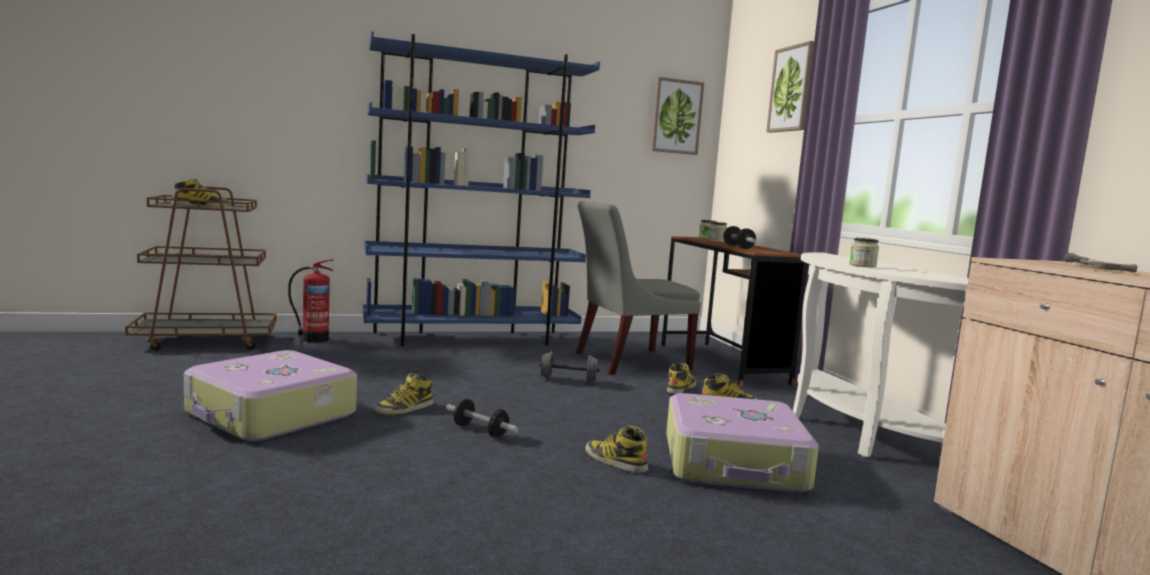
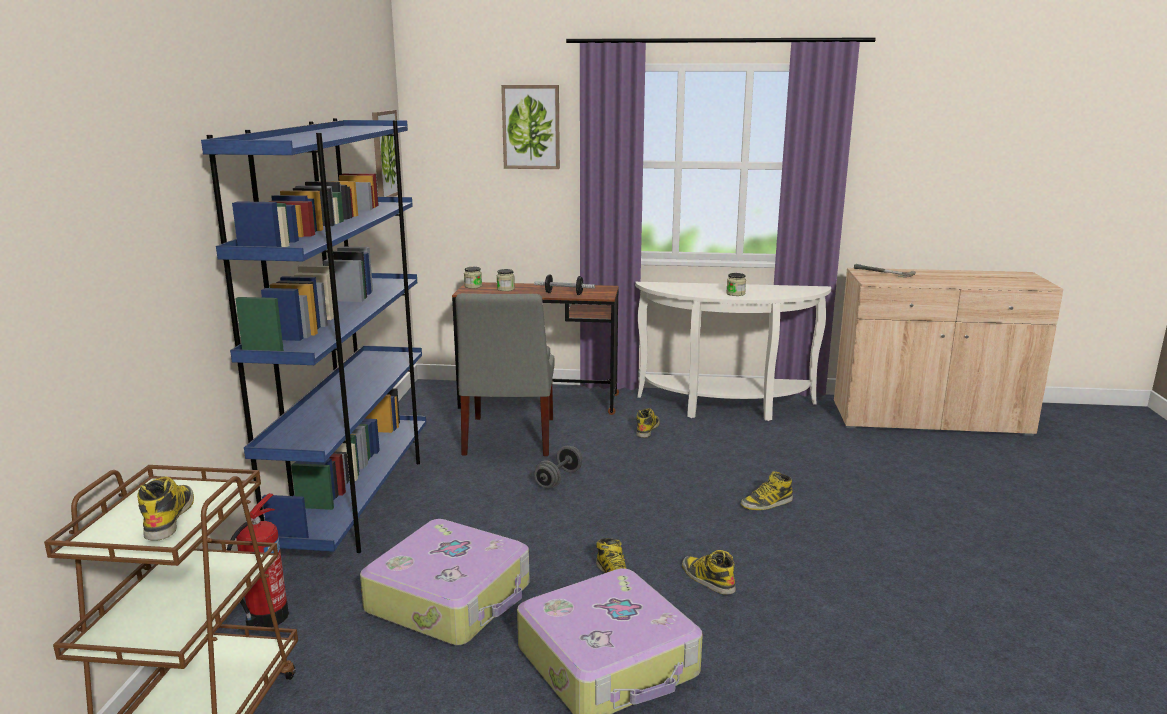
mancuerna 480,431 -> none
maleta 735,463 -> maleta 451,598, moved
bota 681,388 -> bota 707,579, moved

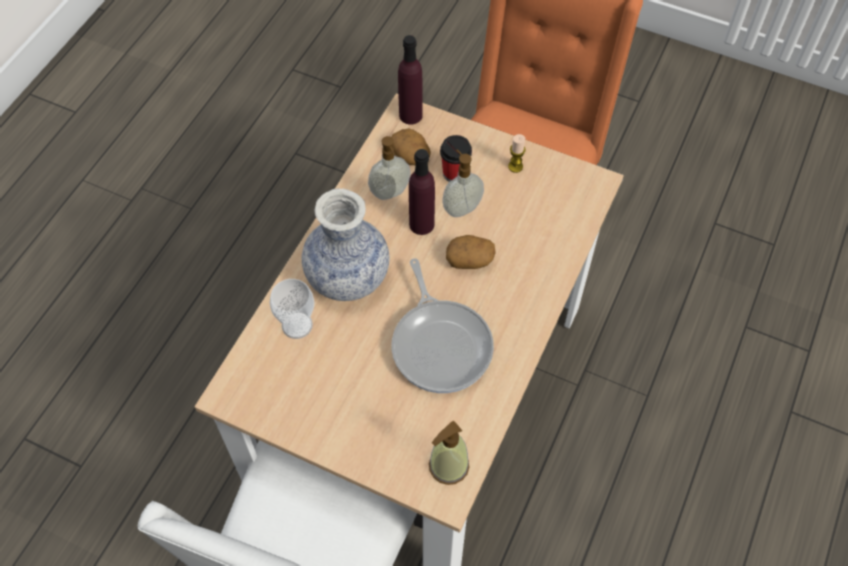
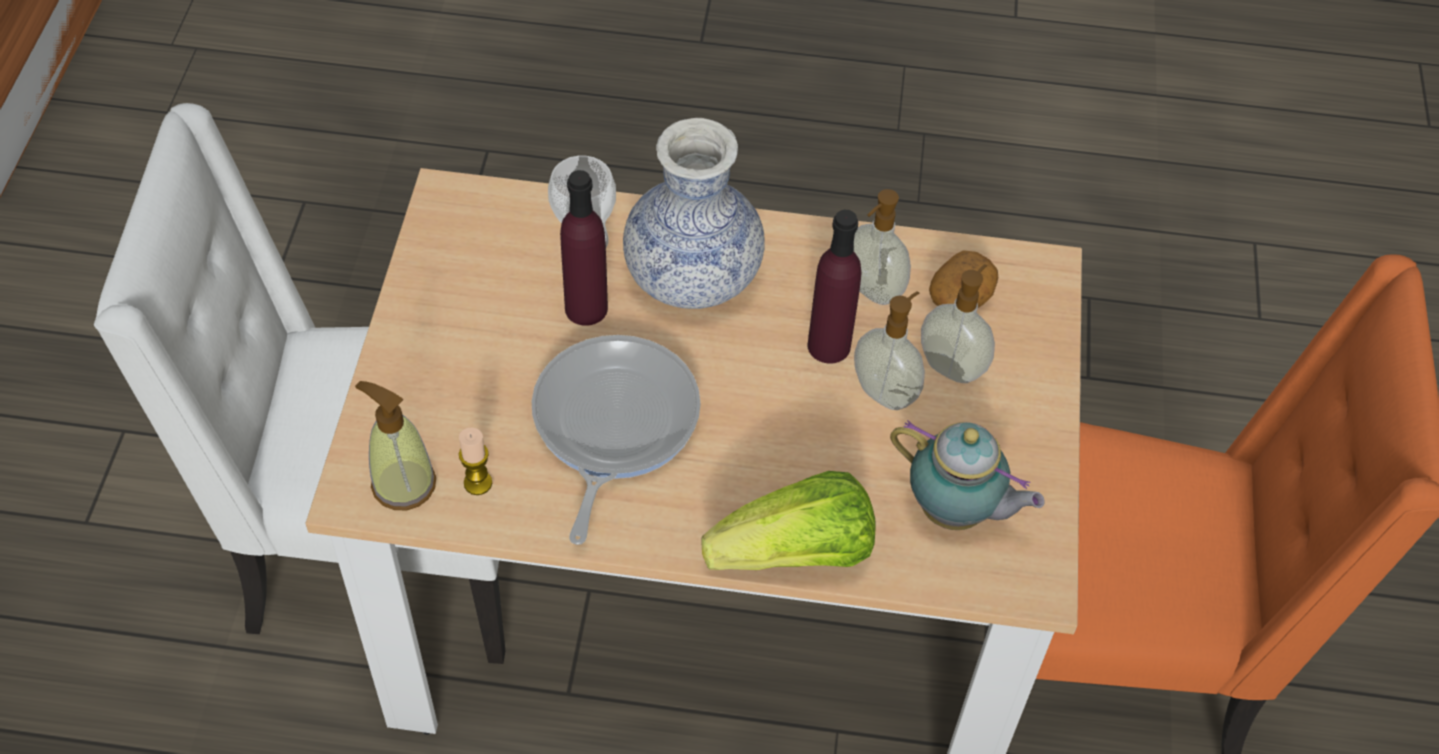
patata 470,259 -> none
none -> lechuga 796,555
none -> tetera 955,513
botella/morado 410,115 -> botella/morado 586,308, moved
vela 515,166 -> vela 478,483, moved
taza 455,173 -> dispensador de jabón 952,366
sartén 441,344 -> sartén 612,425, 135 degrees clockwise

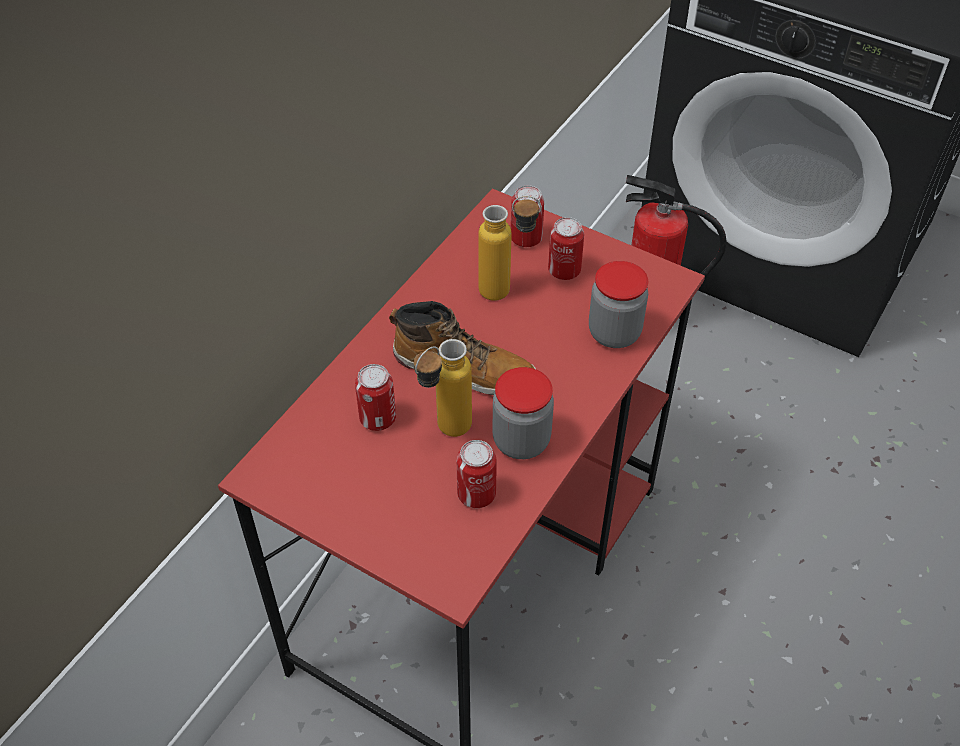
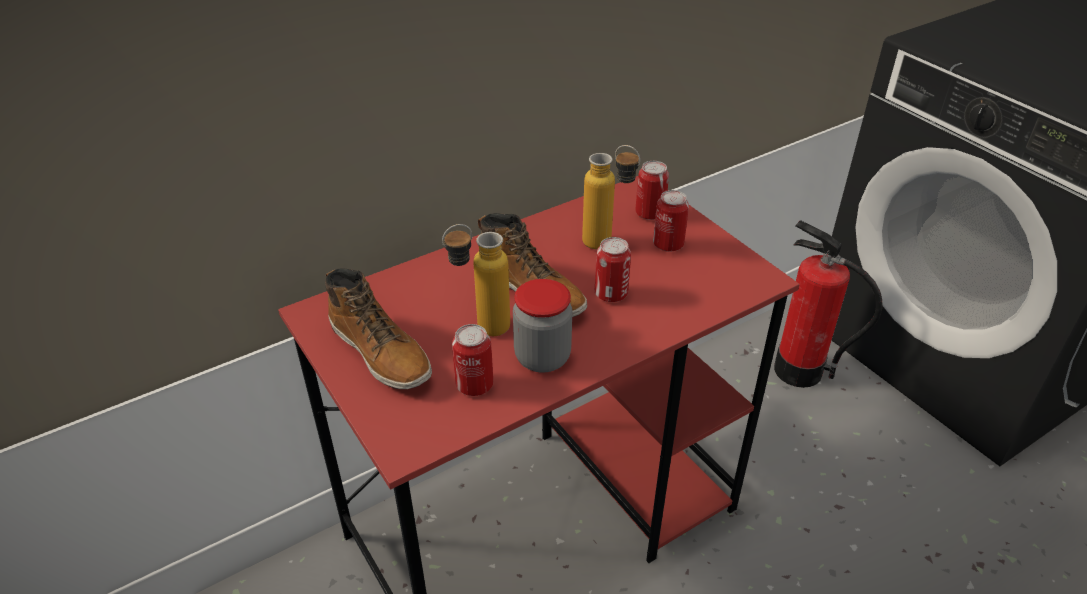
tarro 614,333 -> none
none -> bota 381,352
lata 377,418 -> lata 611,294, moved

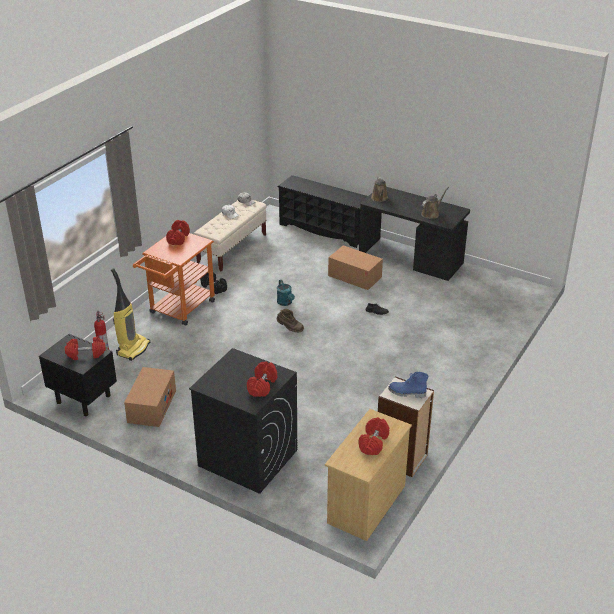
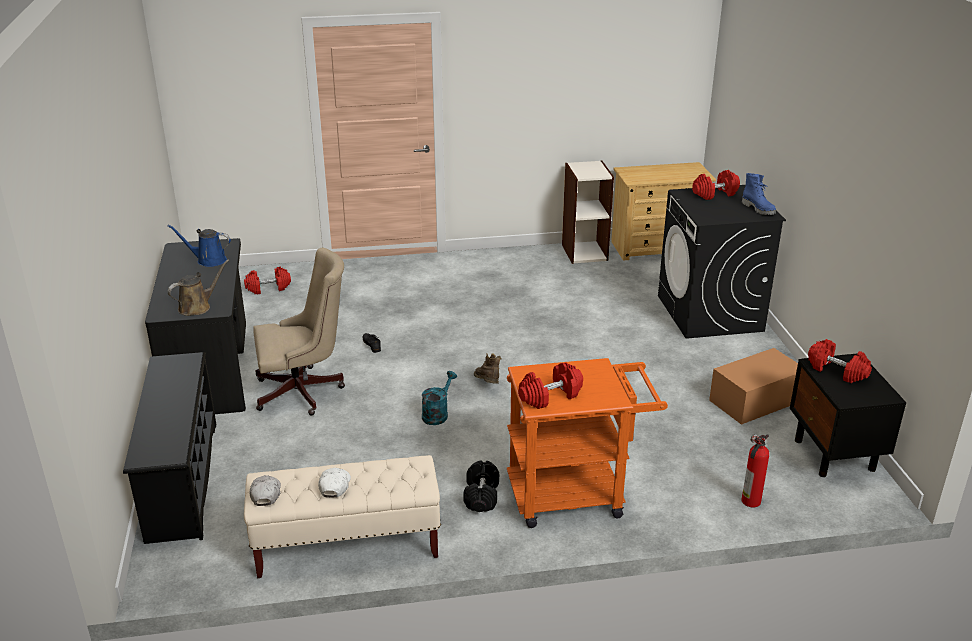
aspiradora 133,348 -> none
mancuerna/rojo 373,442 -> mancuerna/rojo 268,288, moved
bota/azul 407,393 -> bota/azul 758,209, moved
caja de cartón 354,276 -> silla de oficina/beis 304,392
regadera/marrón 431,214 -> regadera/azul 208,260

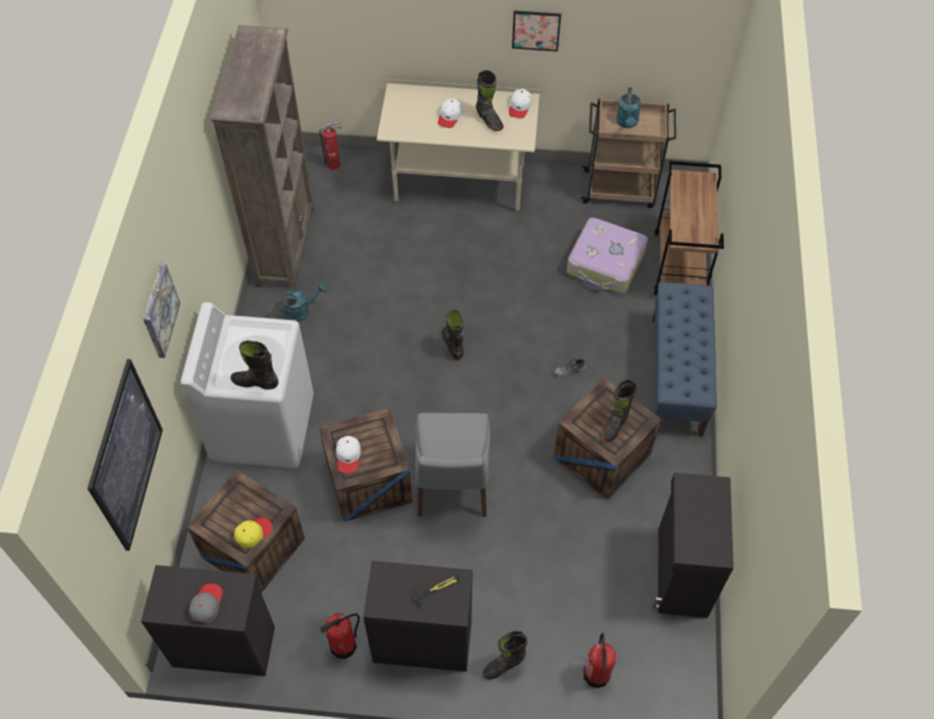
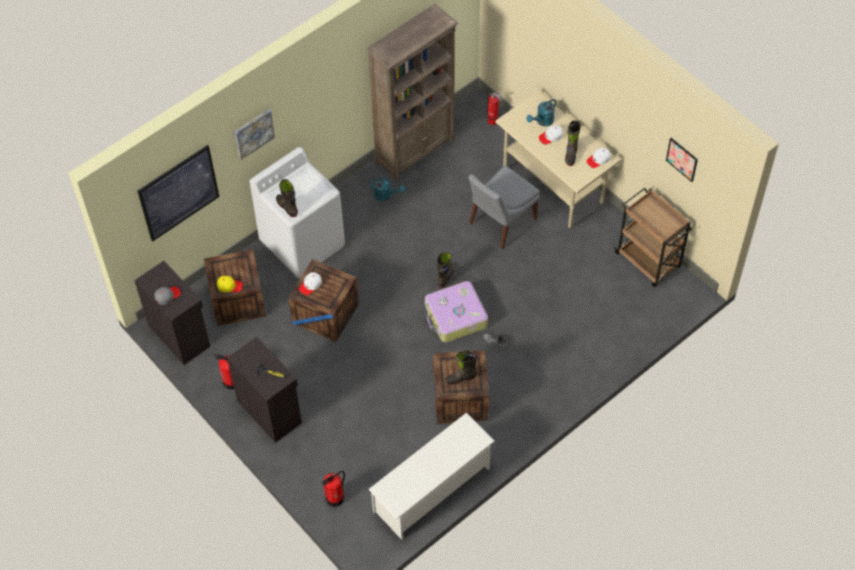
bota/negro 504,665 -> none
banco/azul 676,376 -> none
carrito/marrón 679,266 -> none
silla/gris 452,485 -> silla/gris 500,222, moved
cuadro 536,30 -> cuadro 682,159, moved
maleta 606,263 -> maleta 455,317, moved
regadera/turquesa 627,123 -> regadera/turquesa 542,121, moved
armario/negro 680,572 -> zapatero/blanco 432,490

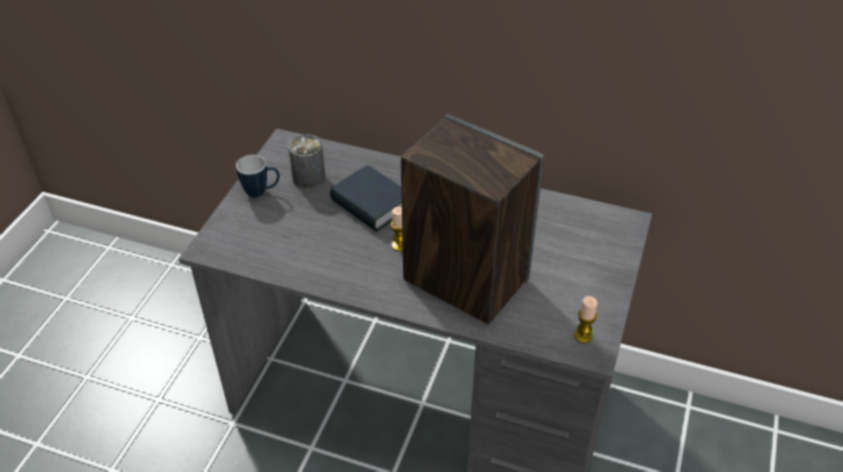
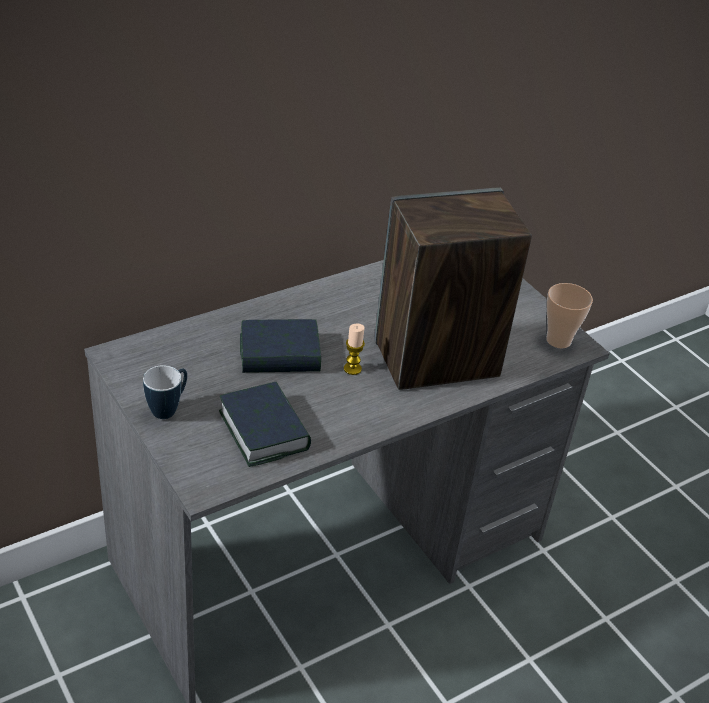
lata 309,179 -> none
none -> libro 264,430
vela 583,336 -> taza 558,340

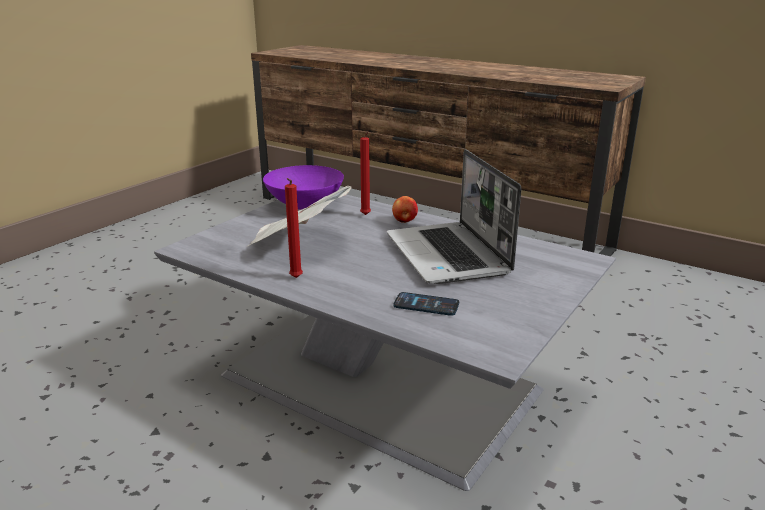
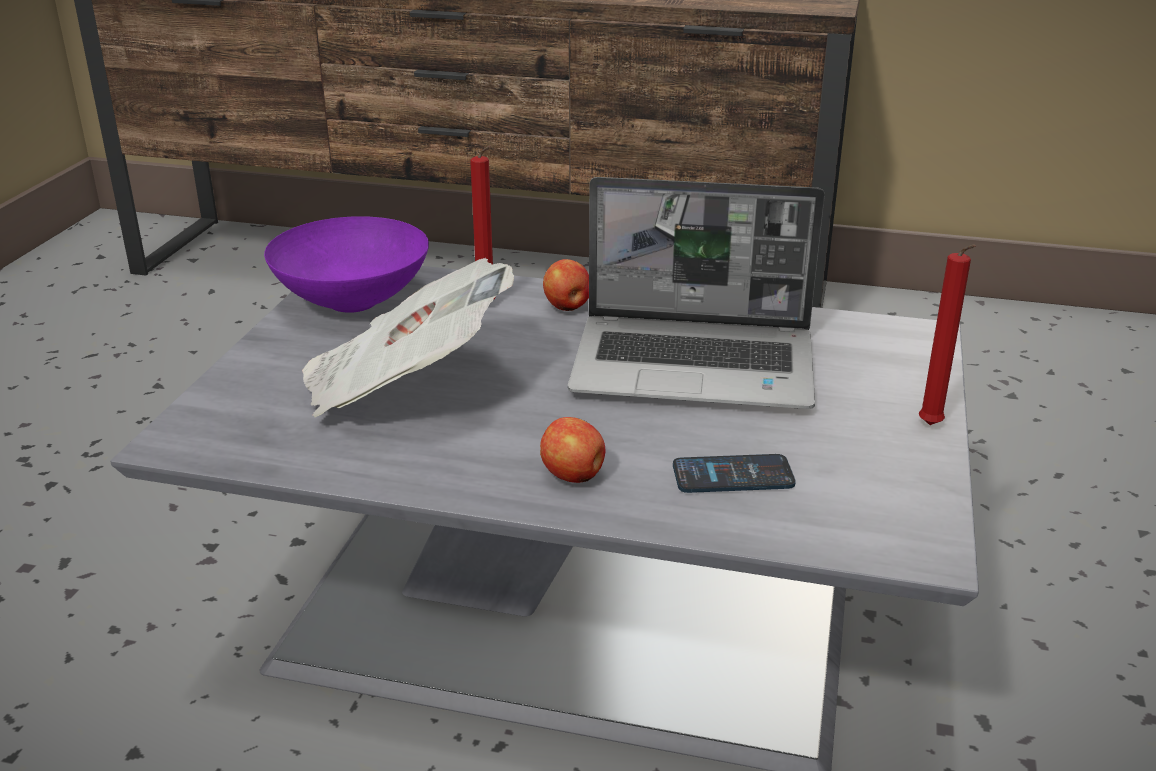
none -> manzana 574,476
vela/rojo 295,279 -> vela/rojo 931,427, moved
portátil 449,255 -> portátil 697,366, 45 degrees counterclockwise

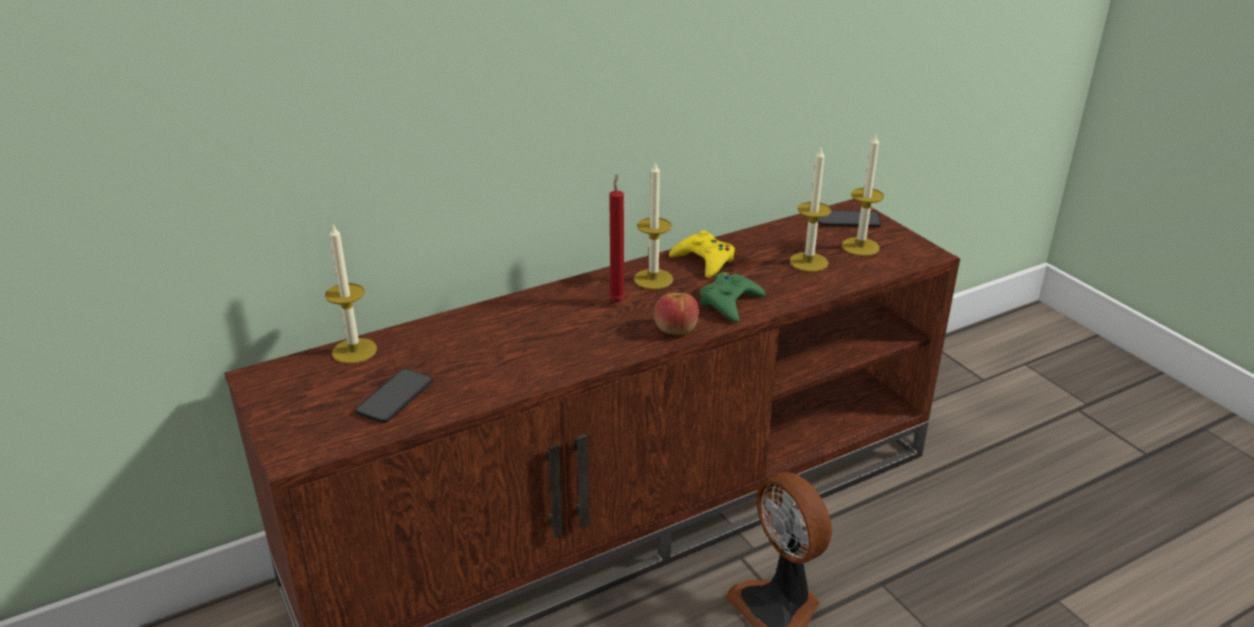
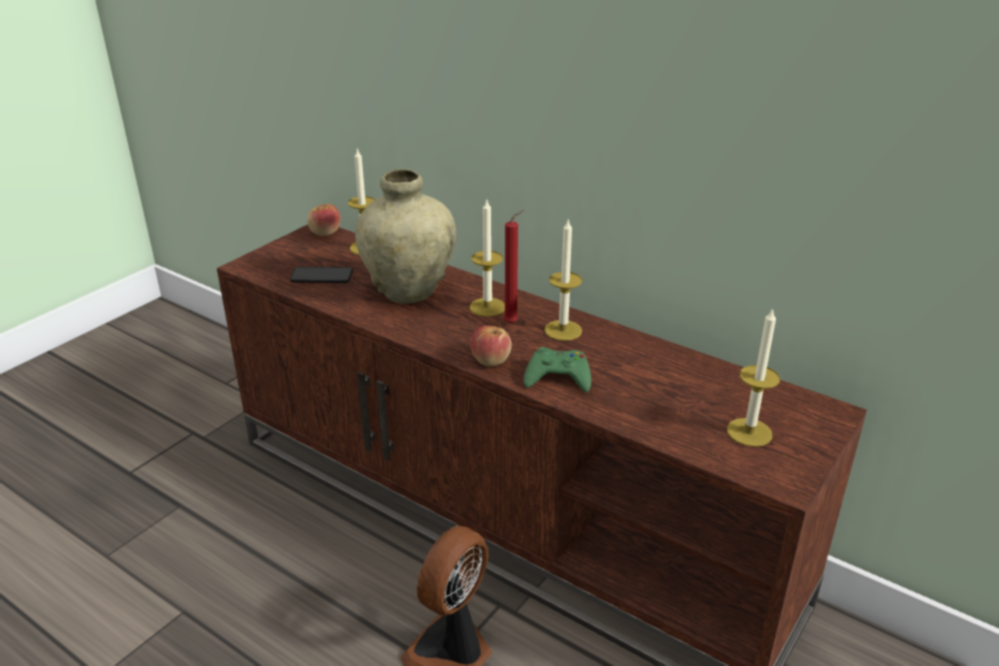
mando de consola/amarillo 704,261 -> none
móvil 848,220 -> none
none -> manzana 325,233
none -> florero/beis 409,291
vela 808,262 -> vela 487,307, moved

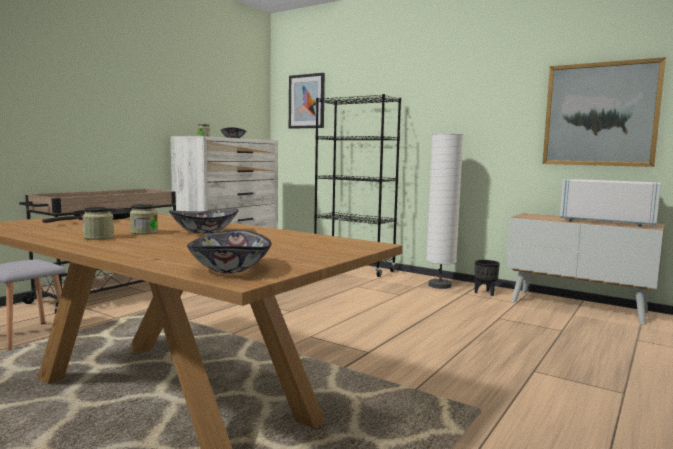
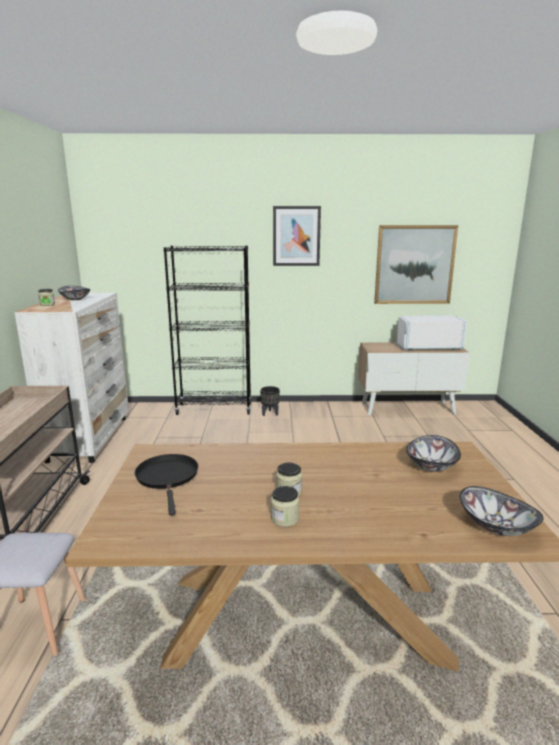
lámpara de pie/blanco 439,285 -> none
cuenco 204,231 -> cuenco 430,466, moved
cuadro 306,101 -> cuadro 296,236, moved
maceta/negro 485,293 -> maceta/negro 270,413, moved

